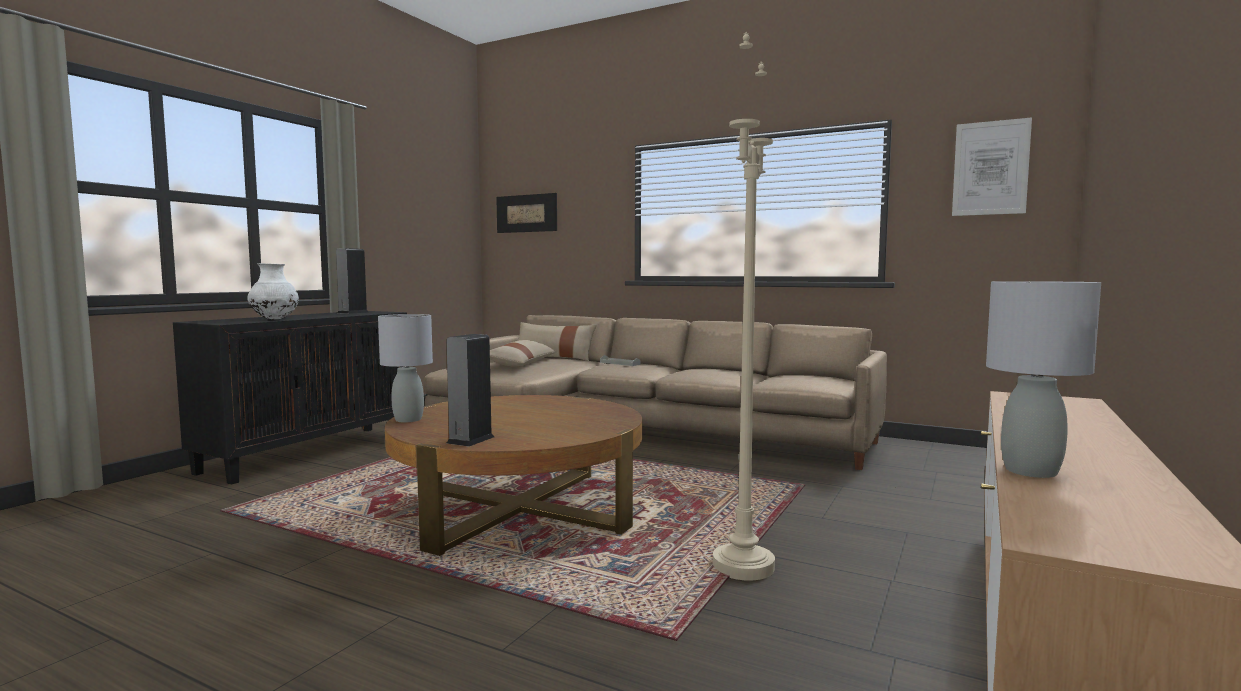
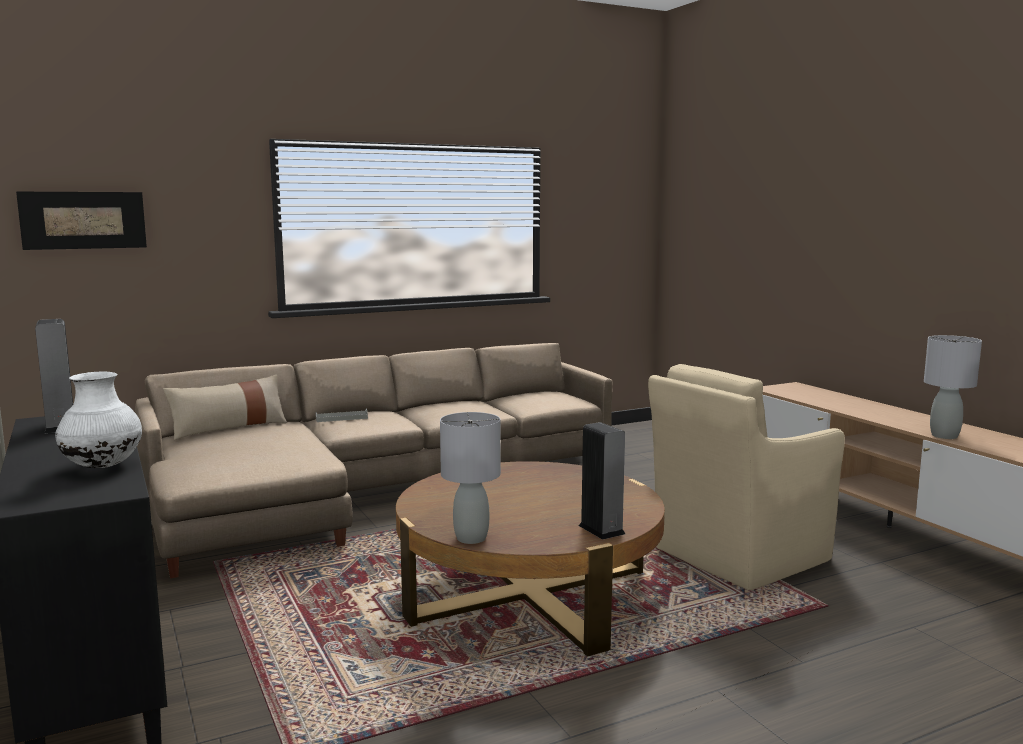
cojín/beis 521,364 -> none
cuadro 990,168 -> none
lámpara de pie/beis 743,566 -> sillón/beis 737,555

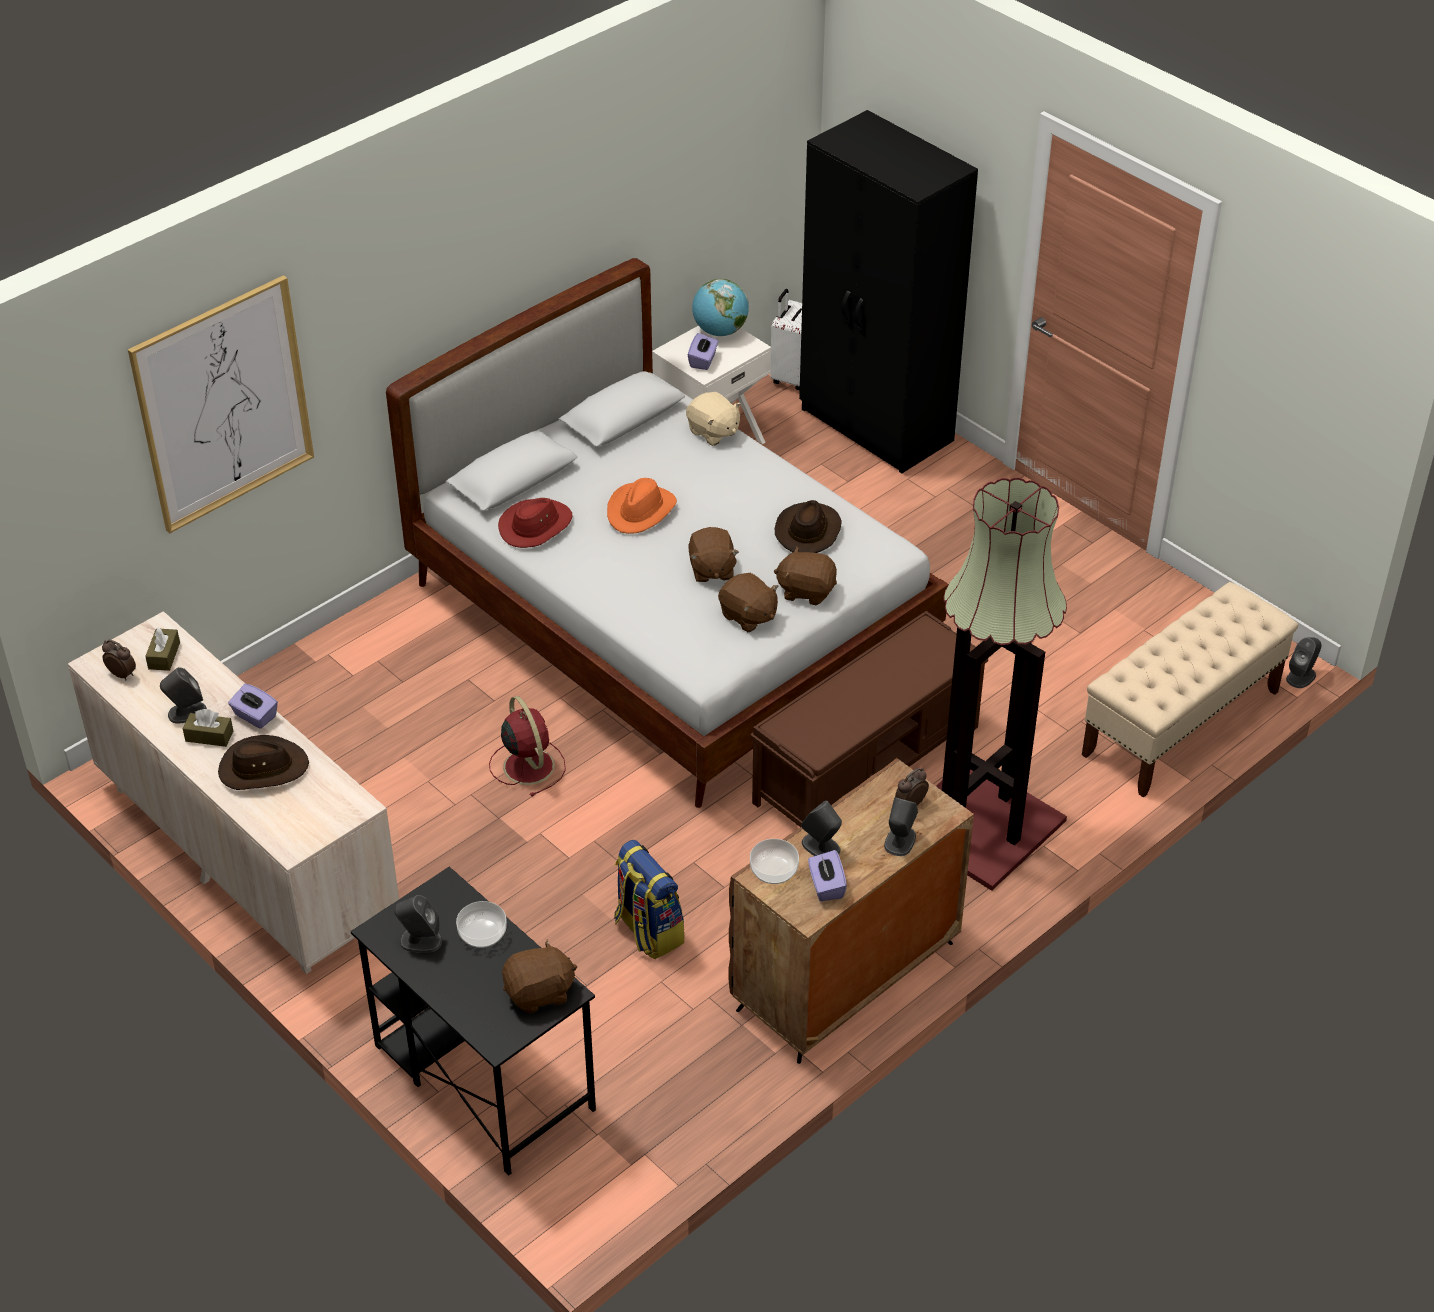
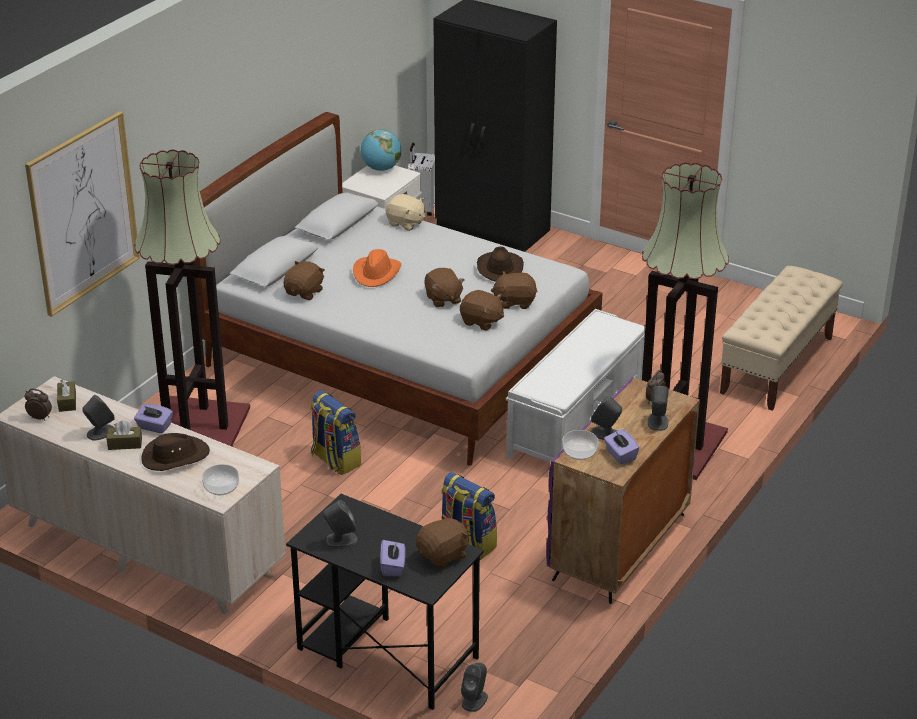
none -> lámpara de pie 194,429
cuenco 483,934 -> cuenco 221,487, moved
caja de pañuelos/morado 703,361 -> caja de pañuelos/morado 393,567, moved
altavoz/gris 1301,676 -> altavoz/gris 474,700, moved
ventilador/rojo 528,765 -> mochila 334,460
sombrero/rojo 536,526 -> peluche/marrón 305,292
armario/marrón 845,977 -> armario/morado 619,547
banco/marrón 868,763 -> banco/blanco 577,421

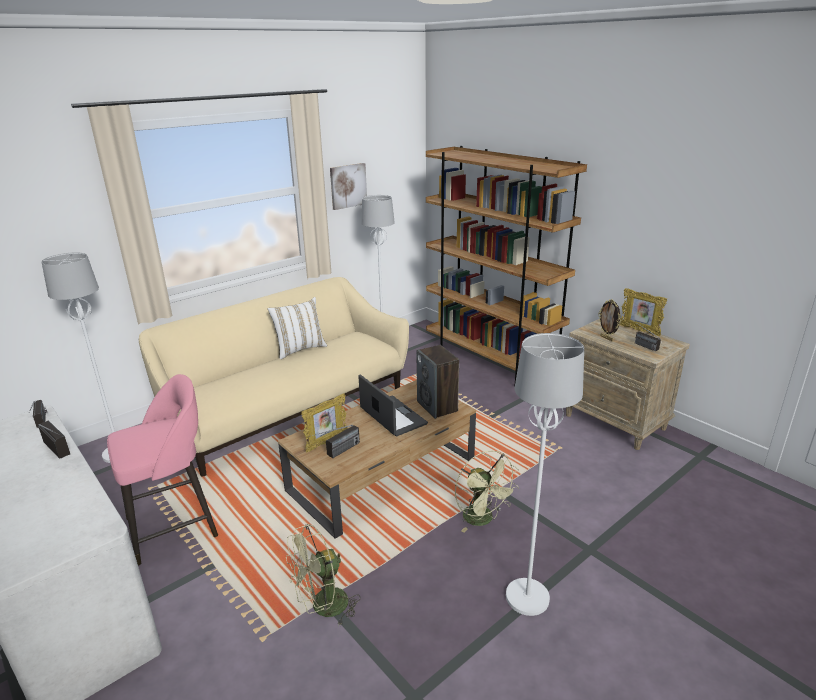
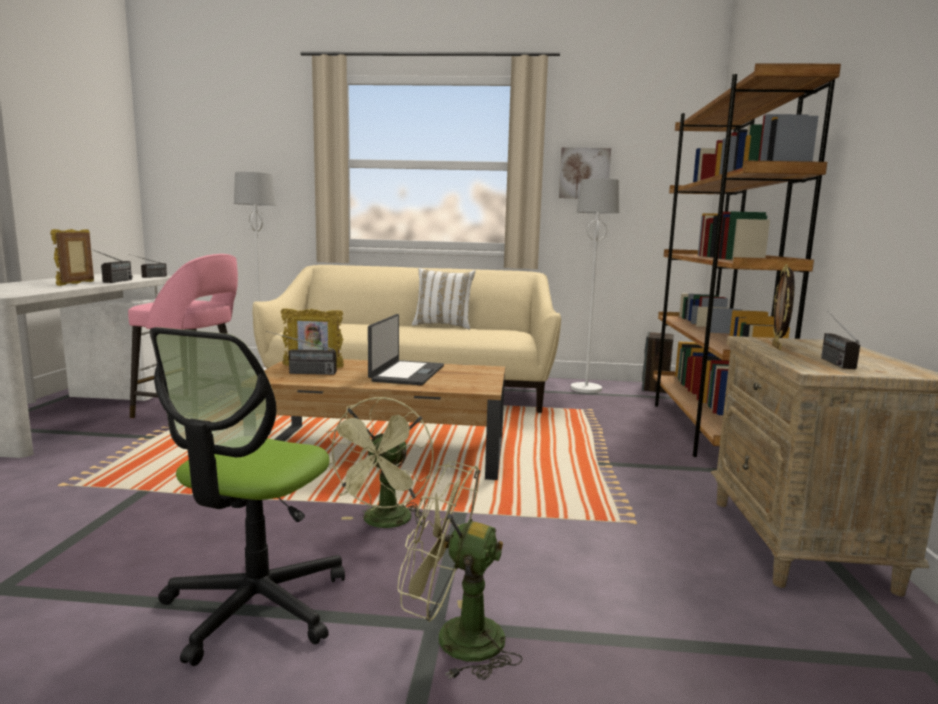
ventilador/verde 323,608 -> ventilador/verde 454,639, moved
altavoz 437,406 -> altavoz 655,388, moved
portarretratos 639,330 -> portarretratos 77,284, moved
lámpara de pie/blanco 527,598 -> silla de oficina 255,606

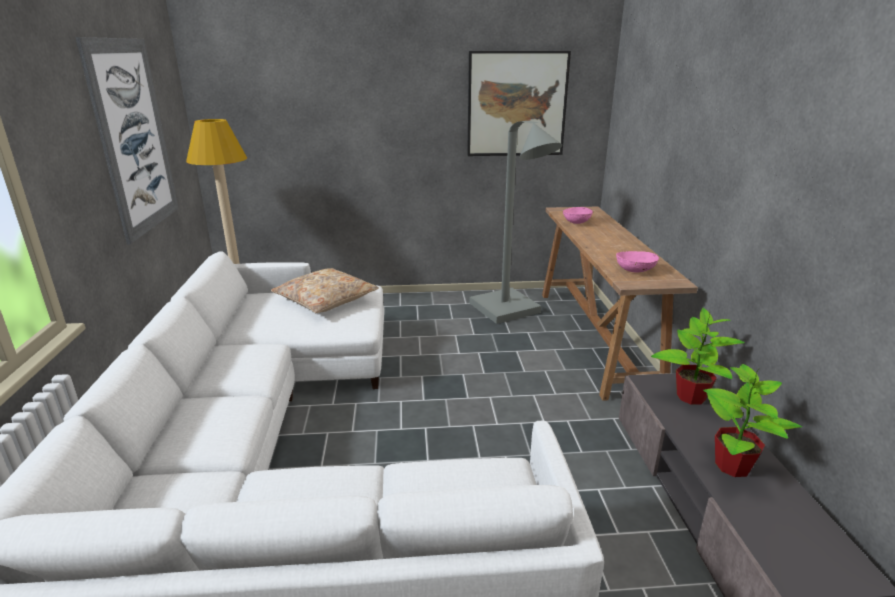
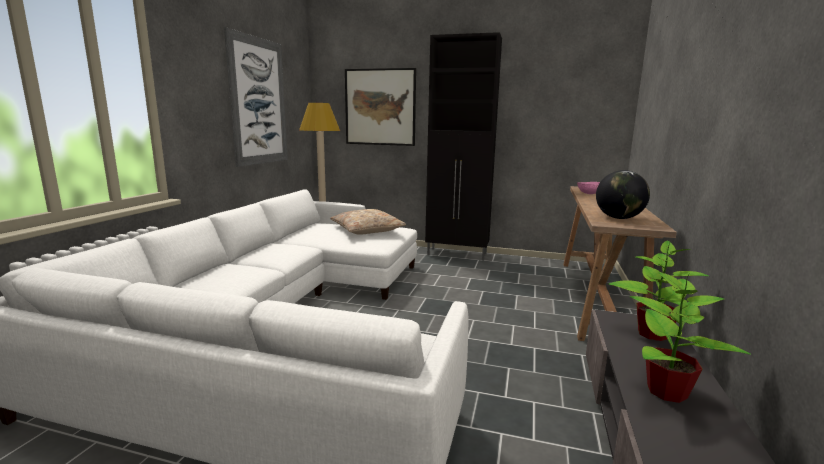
lámpara de pie/gris 510,312 -> none
none -> armario/negro 457,254
cuadro 516,104 -> cuadro 380,107, moved
cuenco/rosa 635,270 -> globo terráqueo 618,218

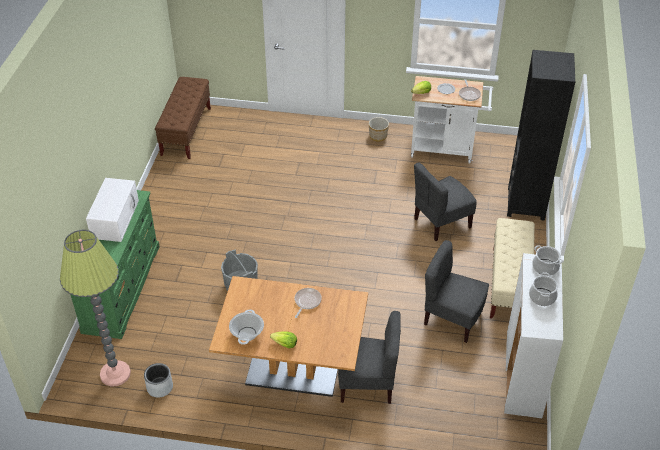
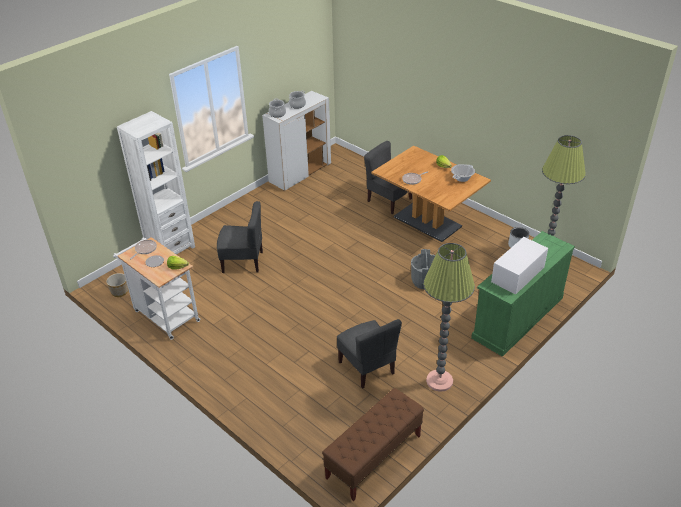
banco/beis 509,284 -> none
none -> lámpara de pie 439,381
maceta 378,136 -> maceta 119,291, moved
silla/gris 452,318 -> silla/gris 367,368, moved
estantería/negro 526,203 -> estantería/blanco 170,249

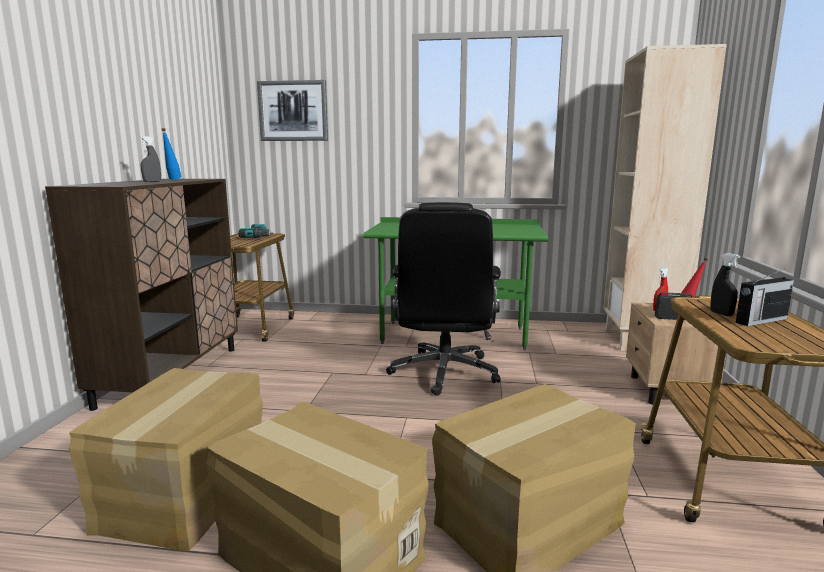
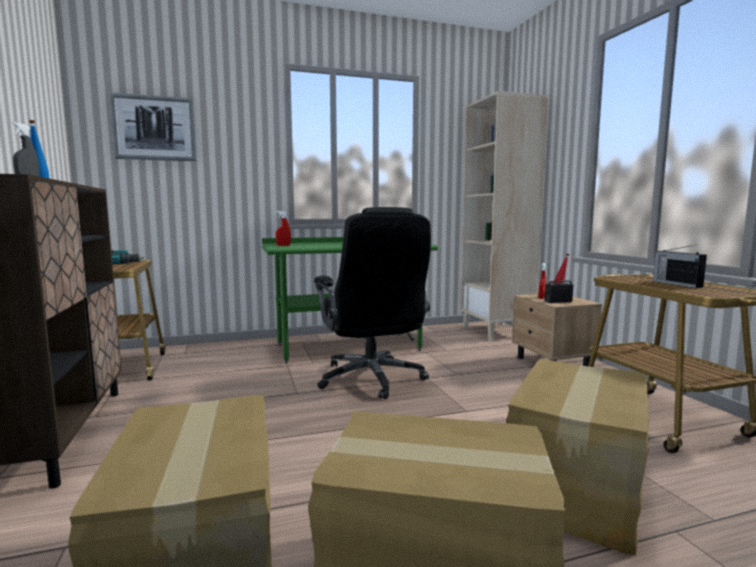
pulverizador/negro 721,314 -> none
none -> pulverizador/rojo 283,245
radio 760,320 -> radio 676,284, 120 degrees clockwise

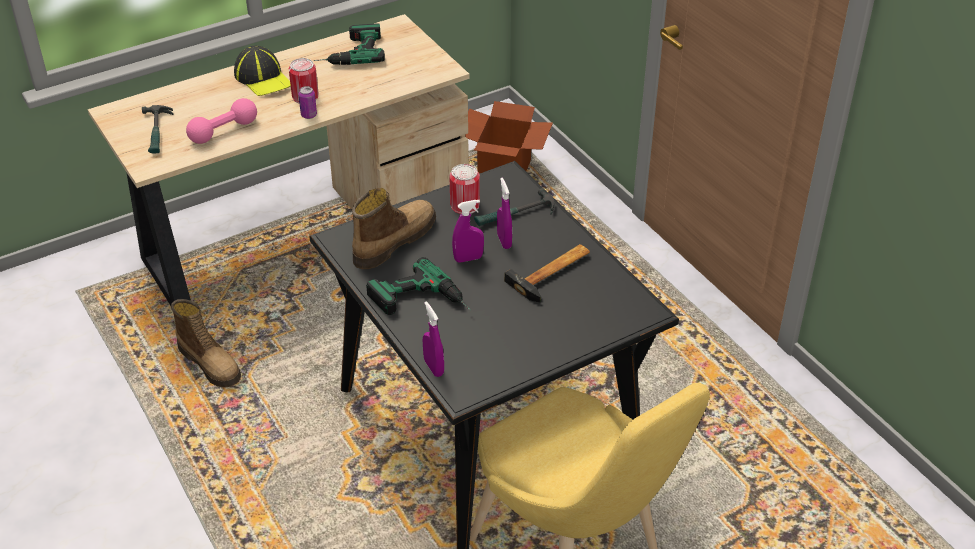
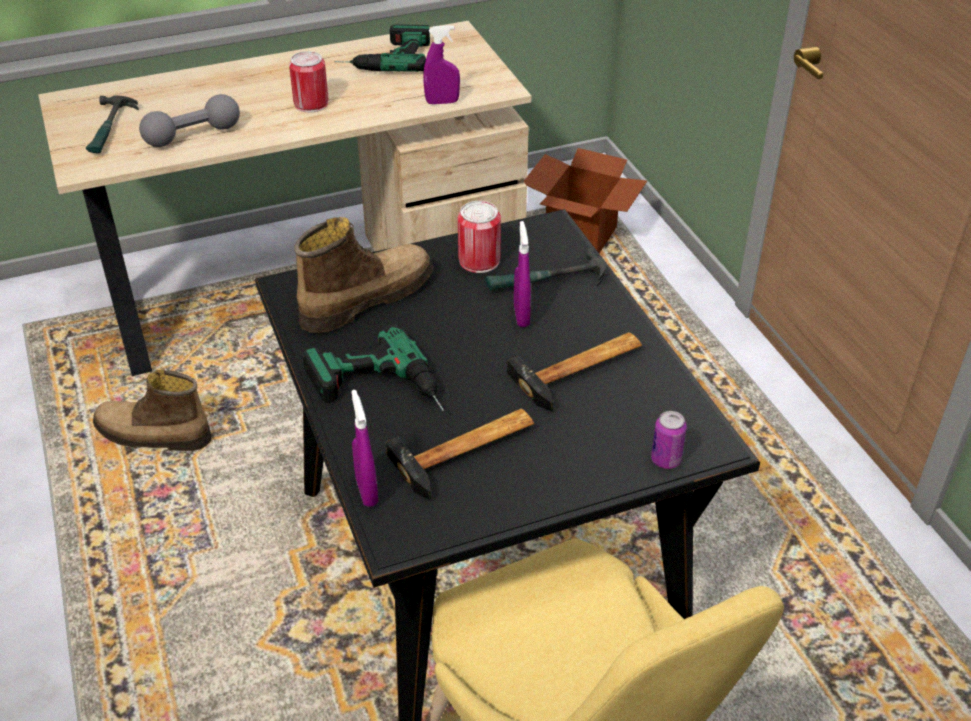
gorra 263,78 -> none
none -> martillo 468,451
lata 309,115 -> lata 665,460, moved
pulverizador/morado 468,258 -> pulverizador/morado 442,102, moved
mancuerna/rosa 223,131 -> mancuerna/gris 193,135
bota 211,364 -> bota 152,436, 135 degrees clockwise

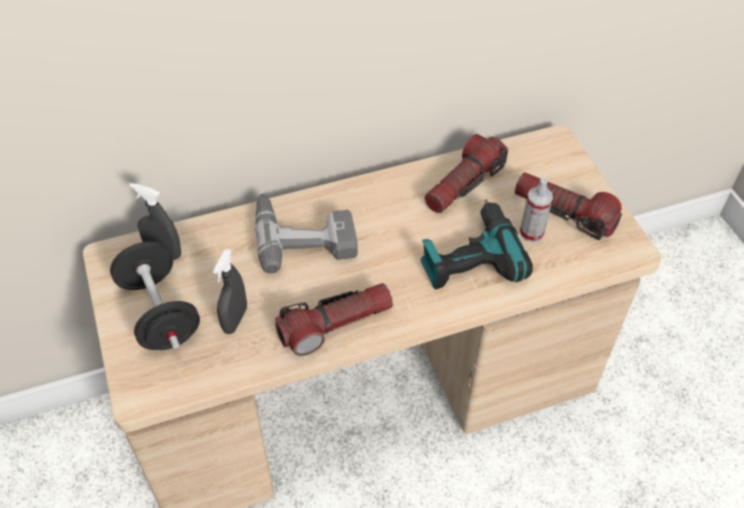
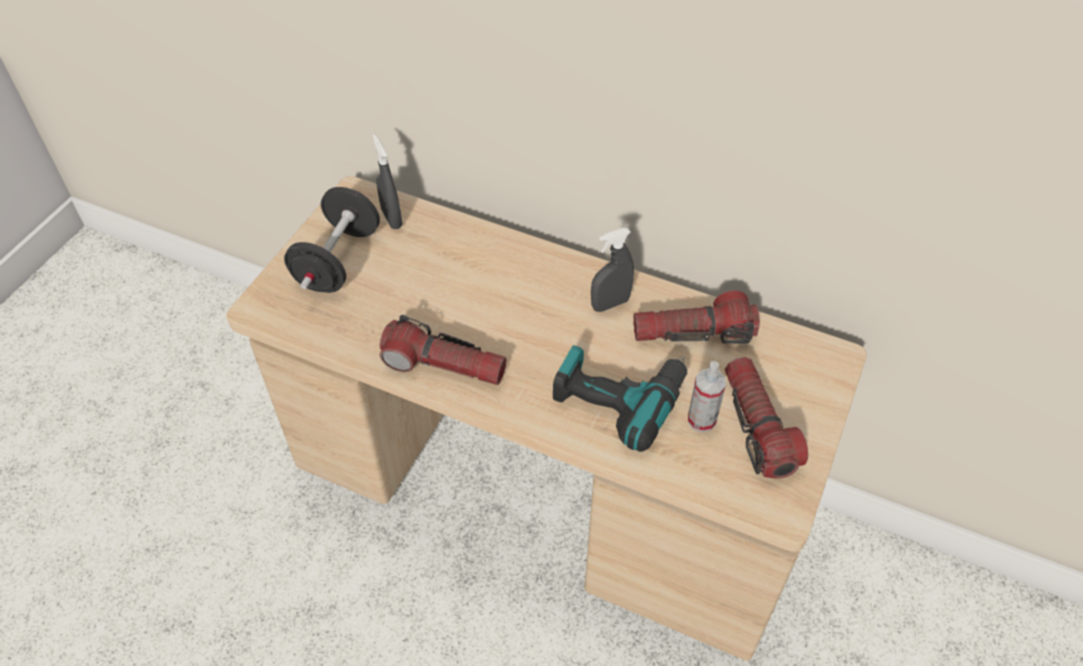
taladro 304,234 -> none
pulverizador/gris 235,320 -> pulverizador/gris 610,304, moved

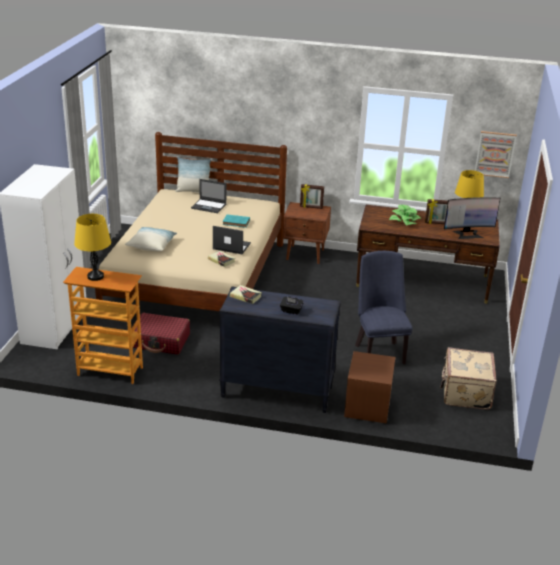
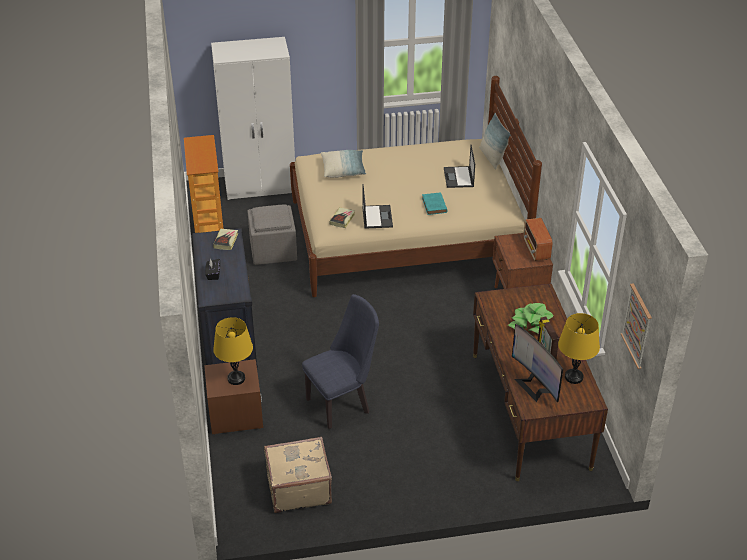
lámpara de mesa/amarillo 95,276 -> lámpara de mesa/amarillo 236,378, moved
maleta/rojo 160,341 -> puf/gris 274,251
portarretratos 311,207 -> radio 536,250

